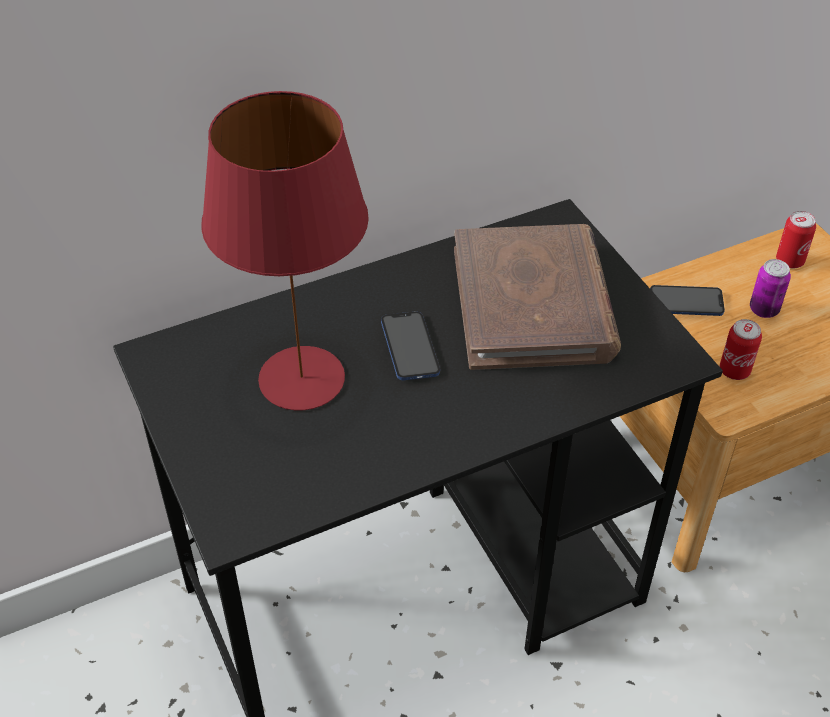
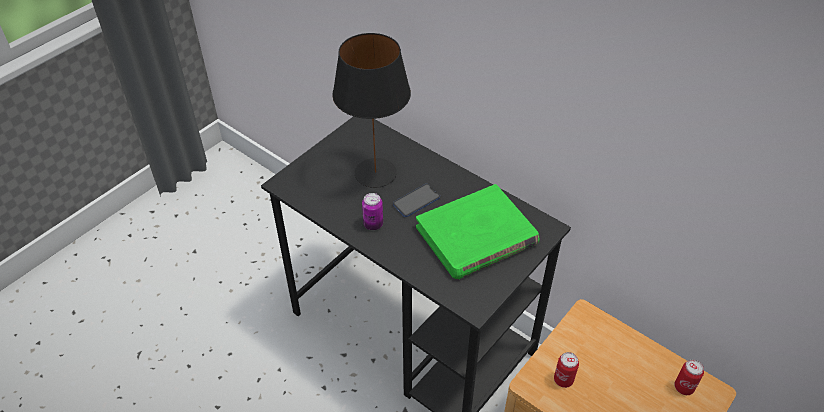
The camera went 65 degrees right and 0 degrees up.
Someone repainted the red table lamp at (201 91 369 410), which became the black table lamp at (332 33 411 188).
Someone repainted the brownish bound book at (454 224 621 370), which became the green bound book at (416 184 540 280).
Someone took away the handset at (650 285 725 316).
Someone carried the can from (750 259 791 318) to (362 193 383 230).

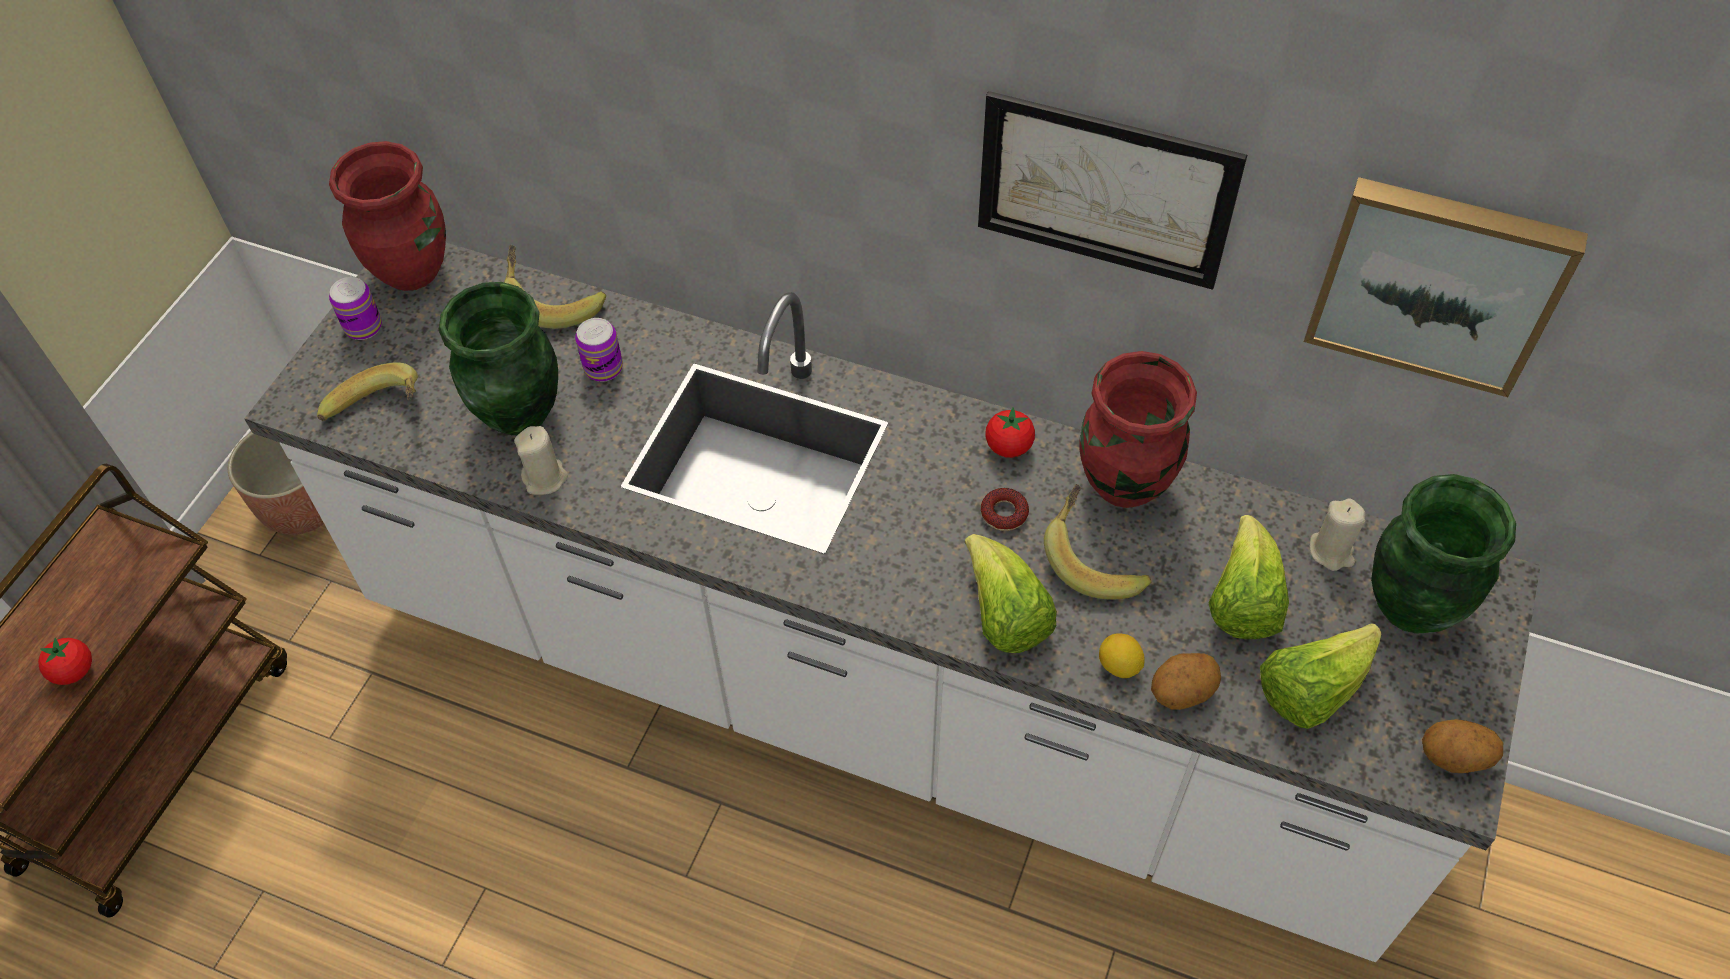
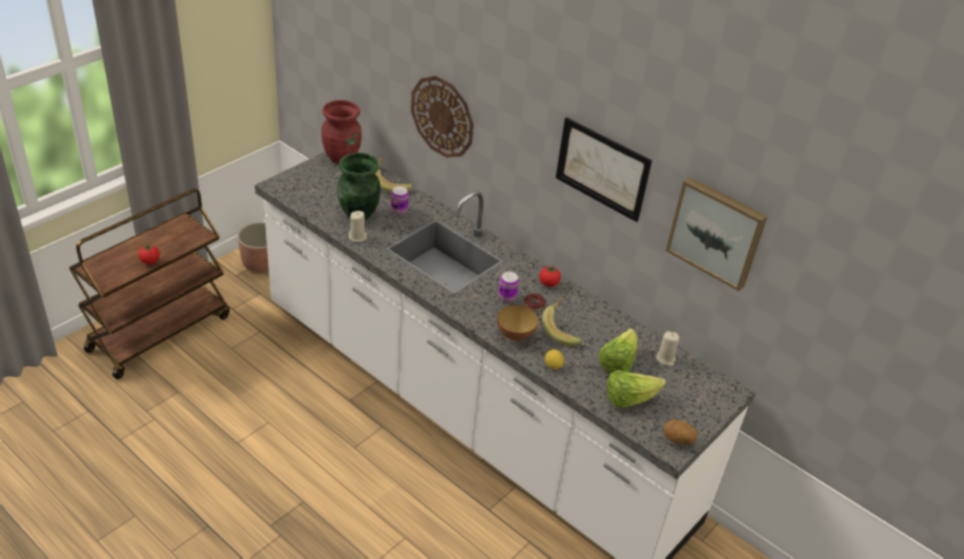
The camera went 15 degrees right and 15 degrees down.
Someone took away the banana fruit at (317 362 418 421).
Someone carried the can from (329 277 382 340) to (498 272 519 302).
Someone swapped the lettuce at (965 534 1057 653) for the serving bowl at (497 305 538 341).
Someone took away the red decorative vase at (1079 351 1197 508).
Someone took away the potato at (1151 653 1221 710).
Someone took away the green decorative vase at (1371 474 1516 634).
Someone put up the hanging clock at (411 76 474 158).

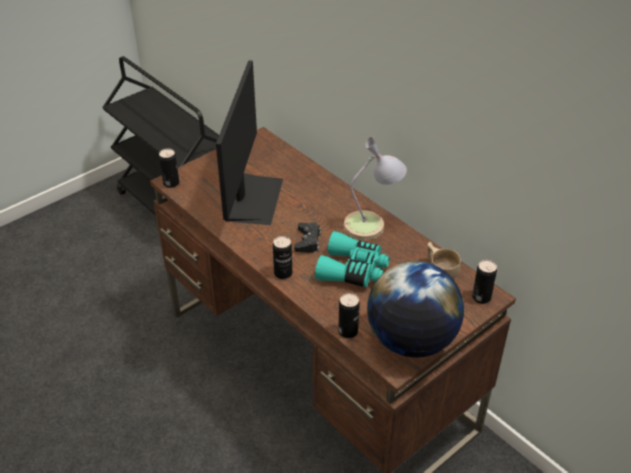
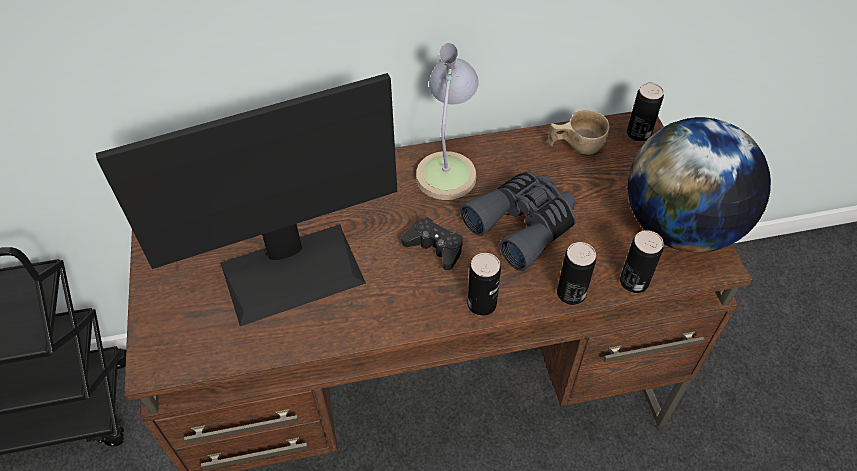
The camera went 60 degrees left and 10 degrees up.
Someone carried the can from (159 149 179 188) to (557 242 596 305).
Someone rotated the monitor at (216 60 283 225) by 120 degrees clockwise.
Someone repainted the turquoise-coloured pair of binoculars at (315 231 390 287), which became the gray pair of binoculars at (460 172 576 271).

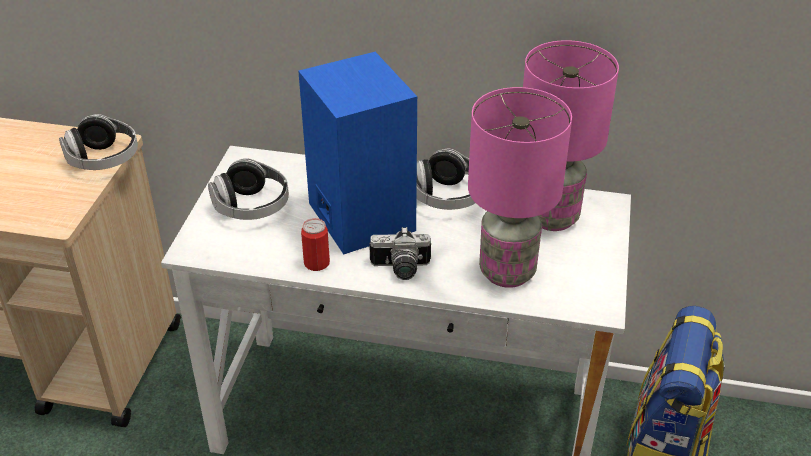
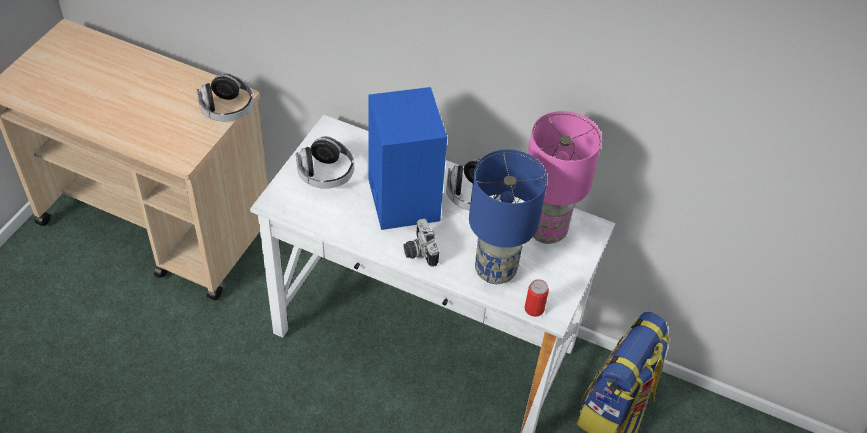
The camera went 10 degrees right and 10 degrees up.
Someone carried the can from (301 218 330 271) to (524 279 549 317).
Someone rotated the still camera at (369 227 431 280) by 60 degrees clockwise.
Someone repainted the pinkish table lamp at (468 87 572 288), which became the blue table lamp at (469 149 547 284).

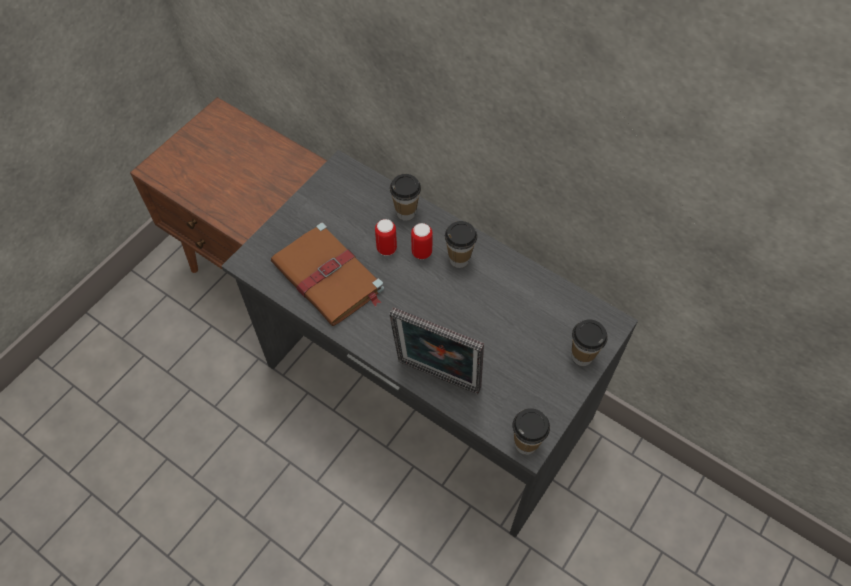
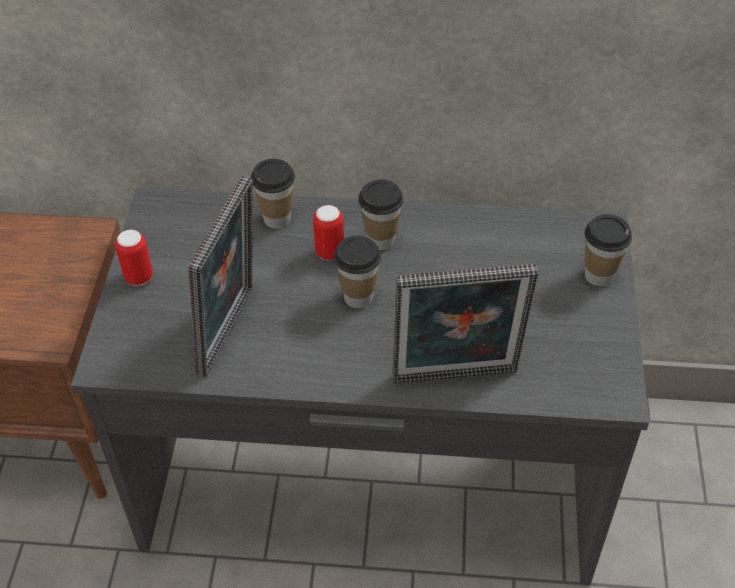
The camera went 30 degrees left and 10 degrees down.
Someone swapped the brownish bound book at (271 223 384 326) for the standing frame at (188 176 253 377).
Someone carried the can from (375 219 397 256) to (115 230 153 286).
Someone carried the cup from (512 408 550 455) to (334 235 381 308).

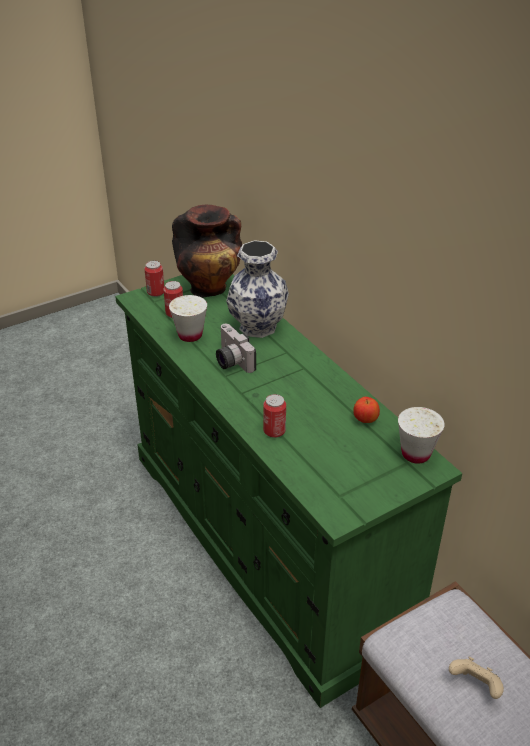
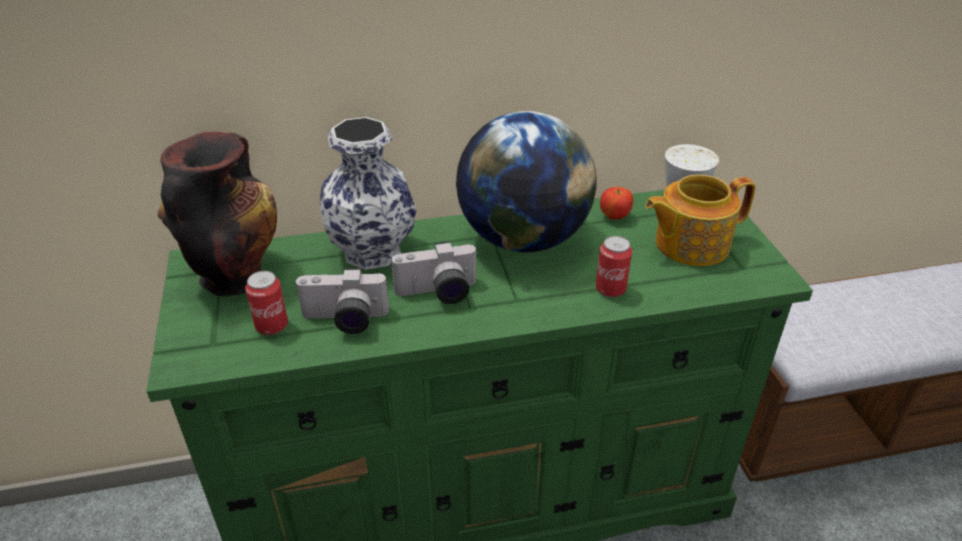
The camera went 70 degrees left and 0 degrees up.
Someone took away the can at (144 261 164 297).
Someone swapped the whitish cup at (169 295 207 342) for the still camera at (294 268 389 334).
Someone took away the sand-coloured joypad at (449 657 504 699).
Someone put down the globe at (456 111 597 253).
Someone put down the teapot at (645 174 756 266).

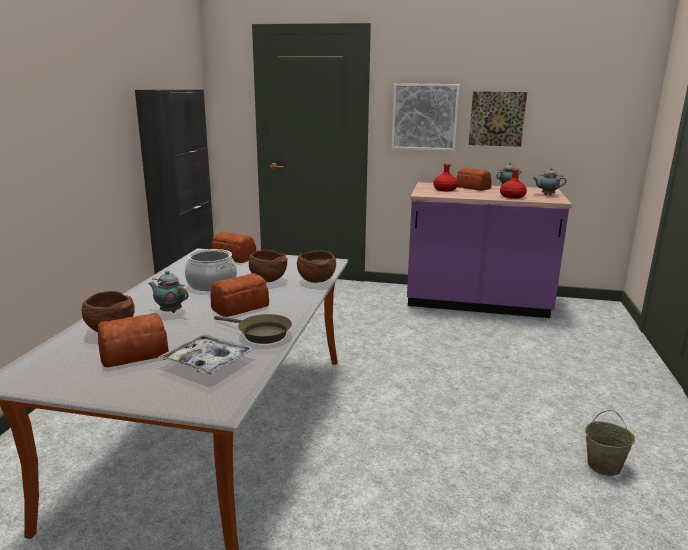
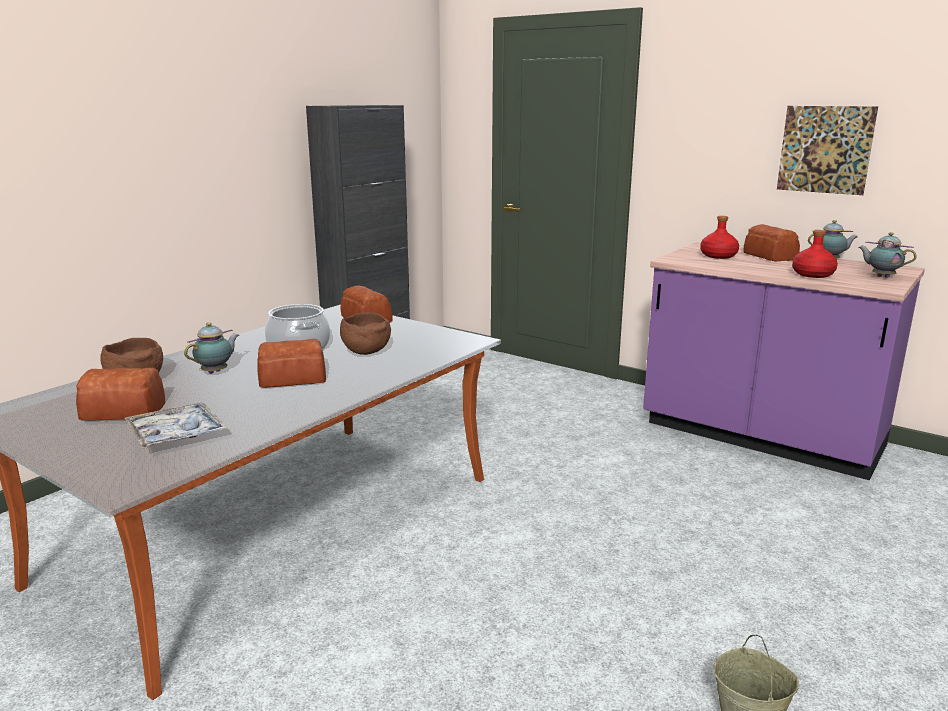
The camera went 25 degrees right and 0 degrees up.
Someone rotated the teapot at (148 271 189 313) by 75 degrees clockwise.
Someone took away the brownish skillet at (214 314 292 344).
Someone took away the brownish serving bowl at (297 250 336 283).
Someone took away the wall art at (392 83 460 151).

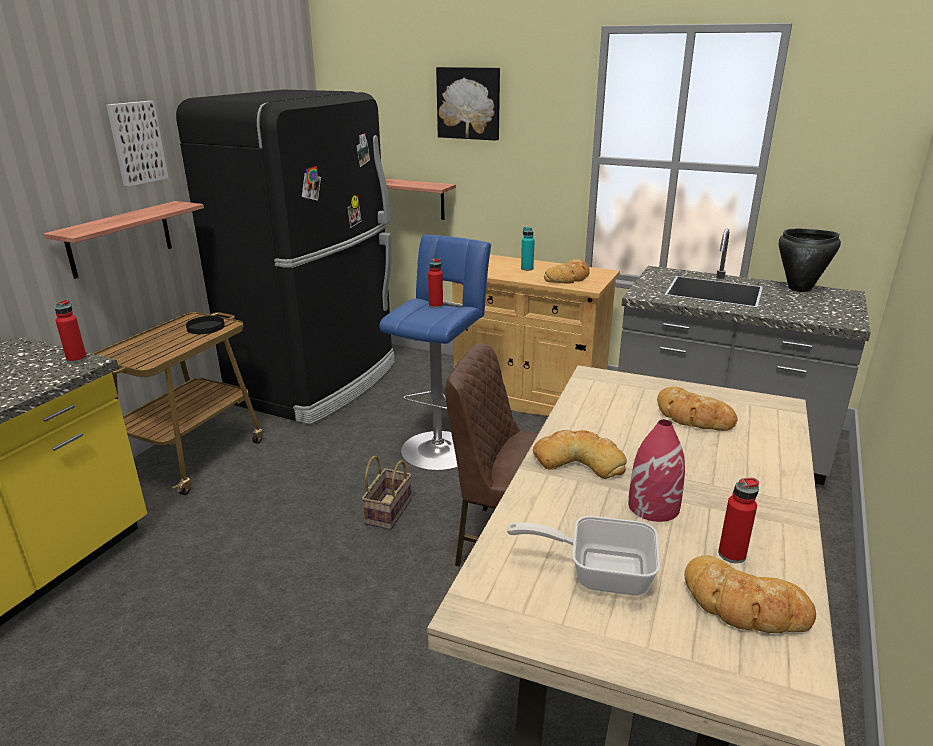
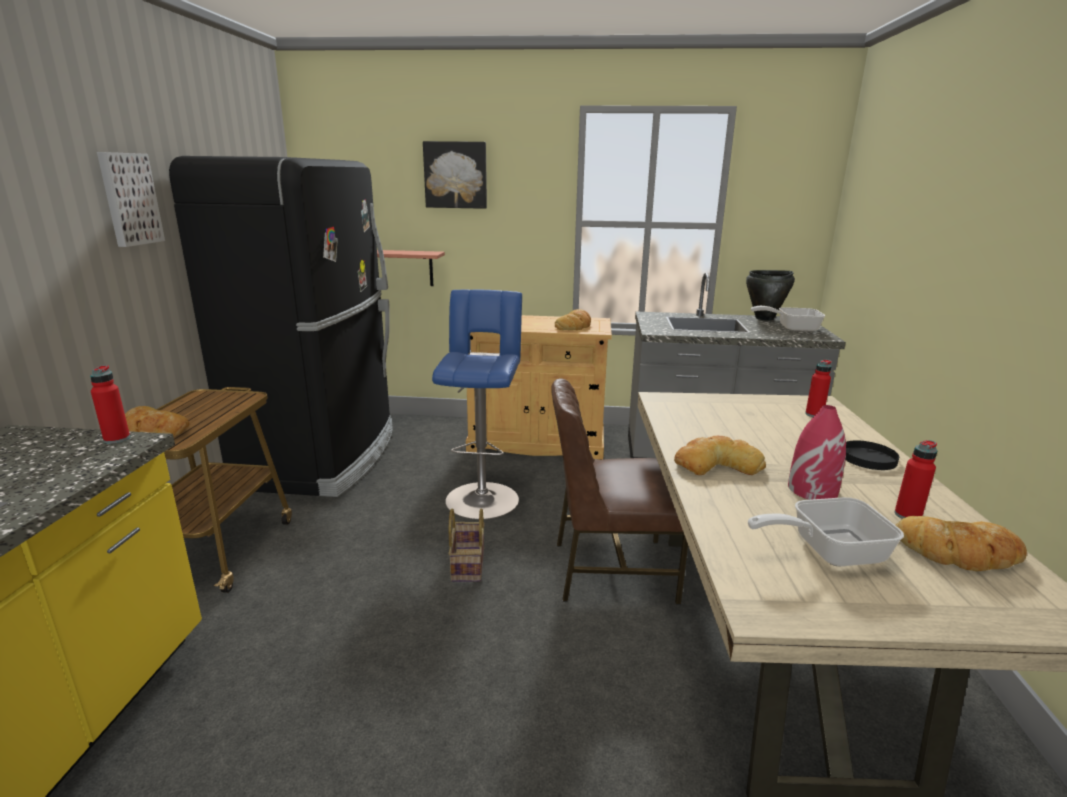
The camera went 20 degrees left and 5 degrees down.
Someone took away the wall shelf at (43 201 204 279).
Someone carried the black flat dish from (186 316 225 334) to (845 440 899 470).
Someone carried the red beverage bottle from (428 258 443 308) to (805 360 832 417).
Someone took away the turquoise-coloured beverage bottle at (521 227 535 271).
Someone carried the baked bread from (657 386 738 431) to (125 406 189 437).
Someone put down the skillet at (751 306 826 332).

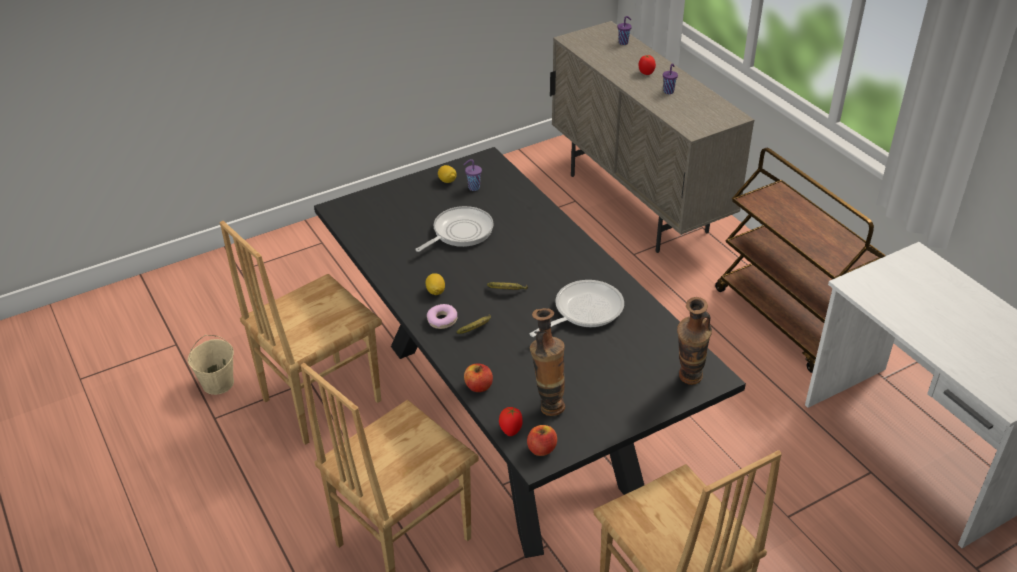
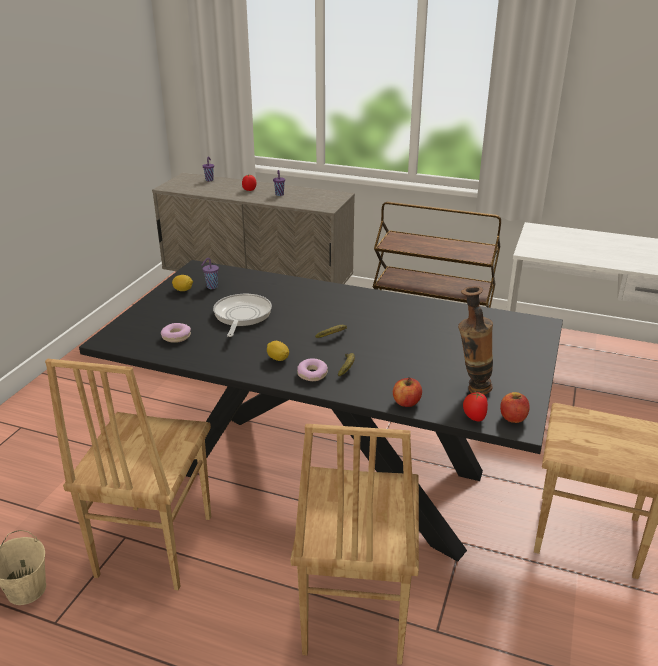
The camera went 40 degrees left and 10 degrees down.
Someone took away the skillet at (529 280 624 337).
Someone took away the decorative vase at (677 297 712 385).
Someone put down the donut at (161 323 191 343).

